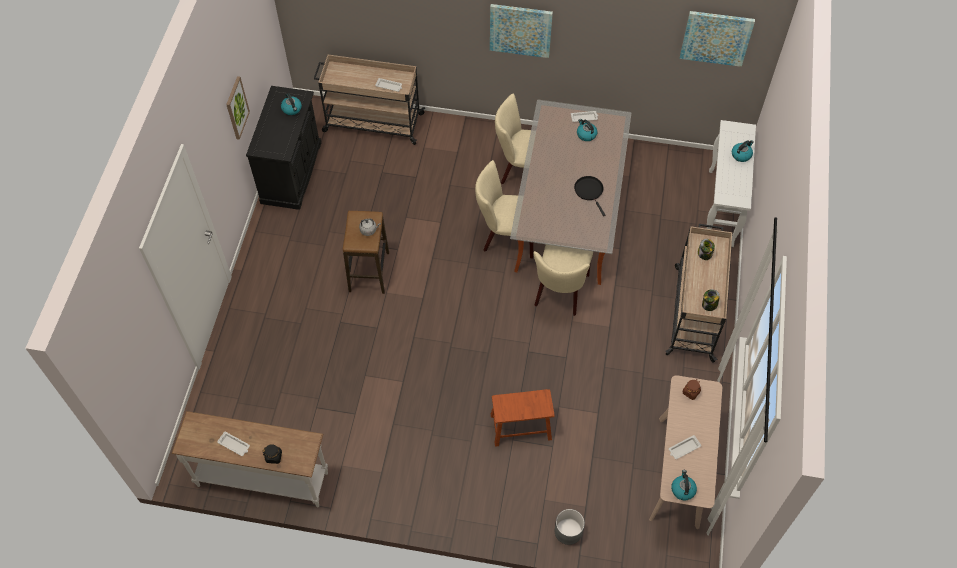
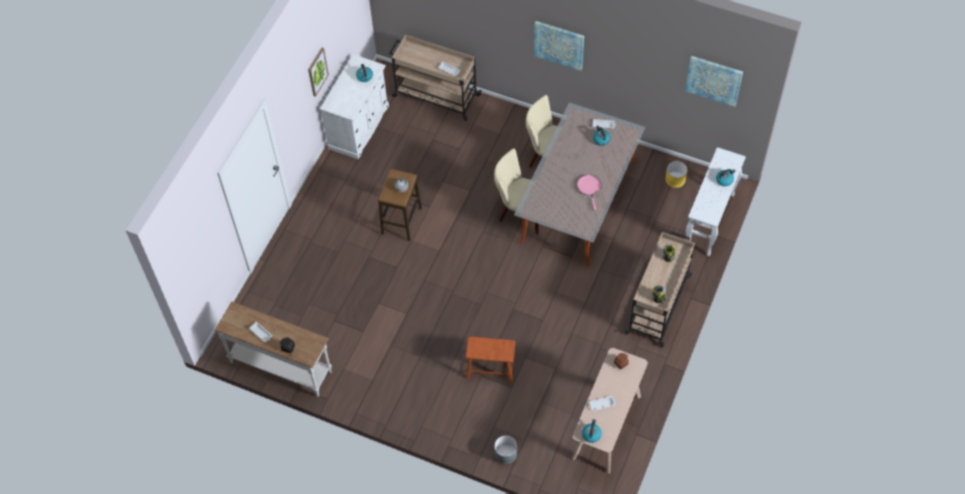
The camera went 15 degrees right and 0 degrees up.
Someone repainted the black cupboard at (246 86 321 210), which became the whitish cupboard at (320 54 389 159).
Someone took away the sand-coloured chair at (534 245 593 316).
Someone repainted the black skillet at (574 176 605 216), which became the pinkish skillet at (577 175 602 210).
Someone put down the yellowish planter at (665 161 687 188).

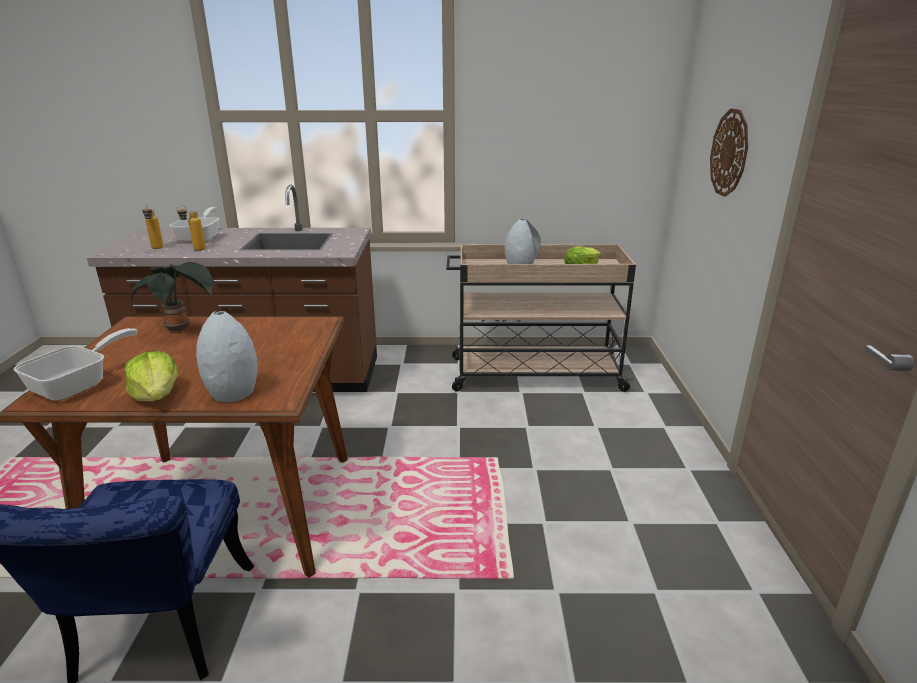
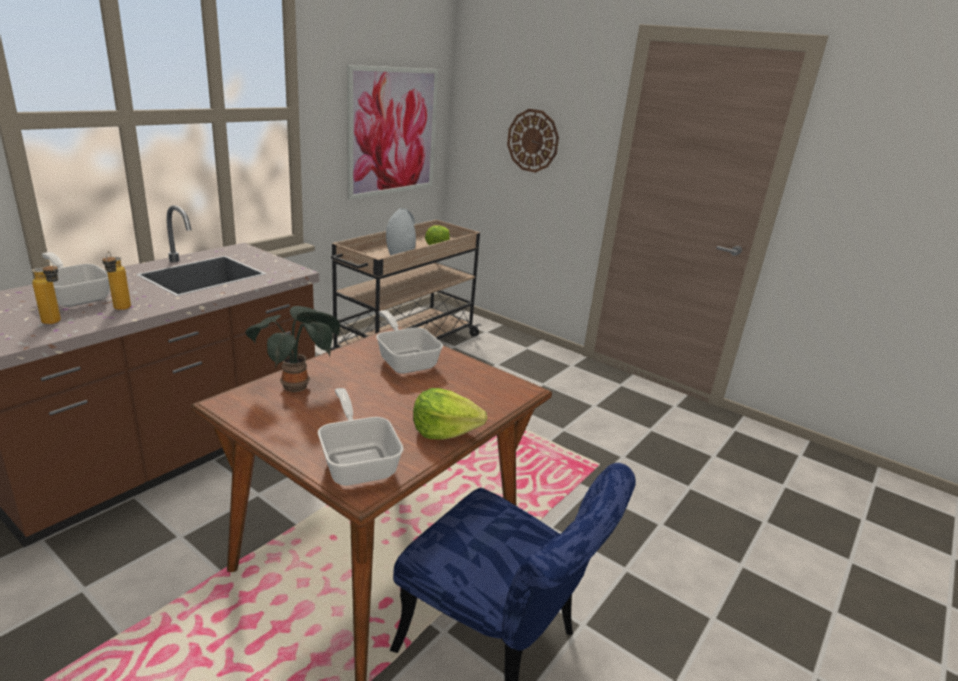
The camera went 55 degrees left and 0 degrees up.
Someone took away the gray decorative vase at (196 311 257 402).
Someone put up the wall art at (347 65 438 200).
Someone put down the skillet at (376 310 443 374).

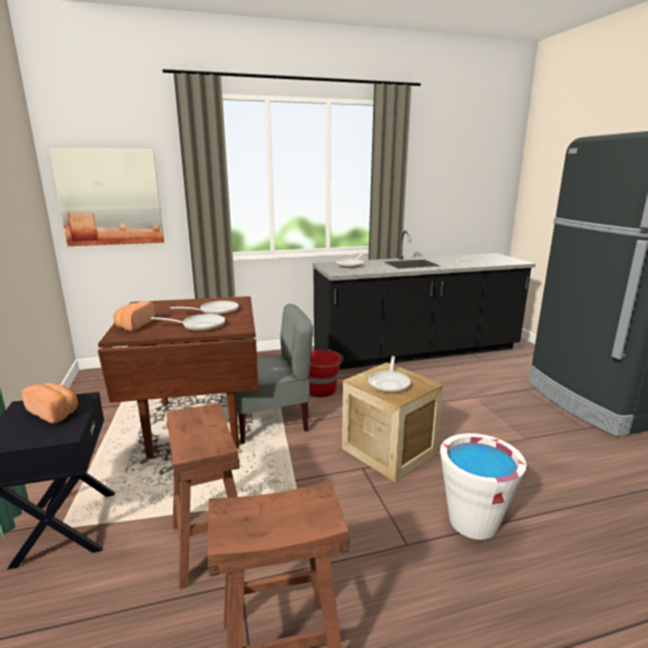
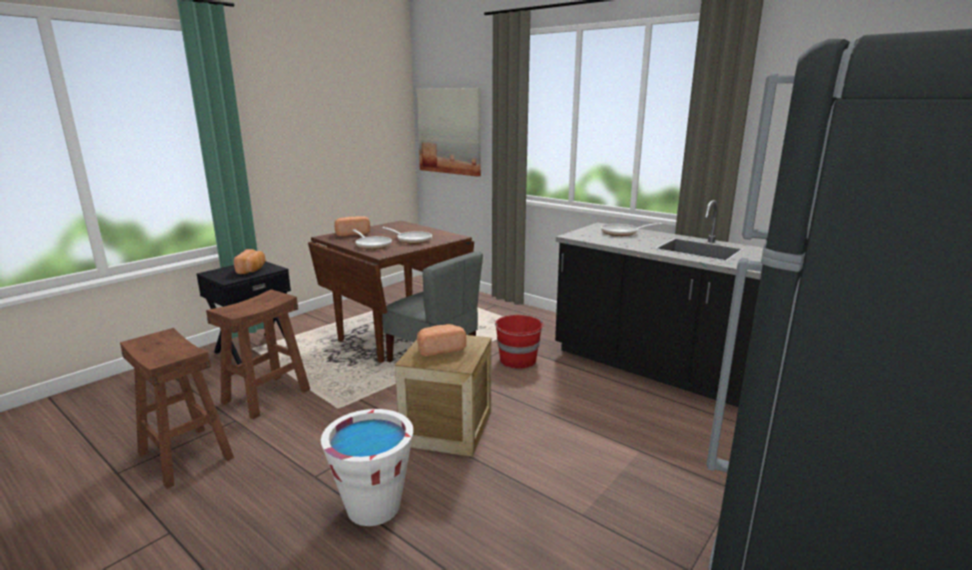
The camera went 55 degrees right and 0 degrees up.
Someone swapped the skillet at (368 356 411 393) for the baked bread at (417 324 466 356).

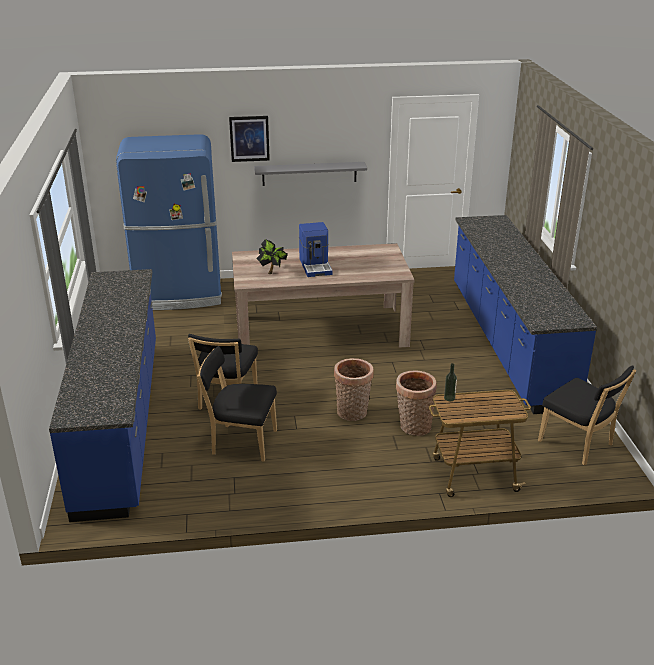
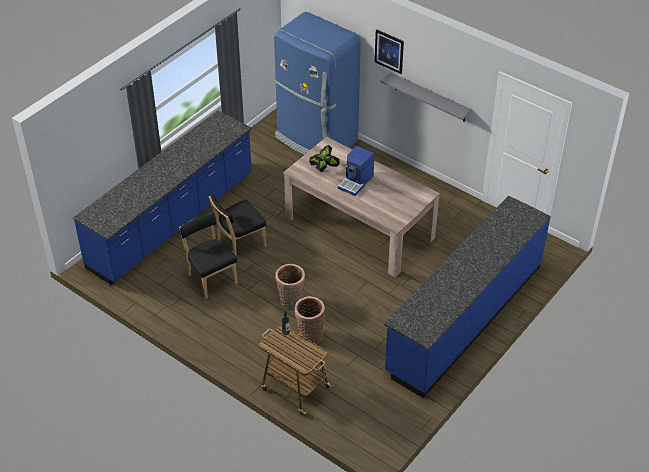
The camera went 45 degrees right and 15 degrees up.
Someone took away the black chair at (538 365 636 465).

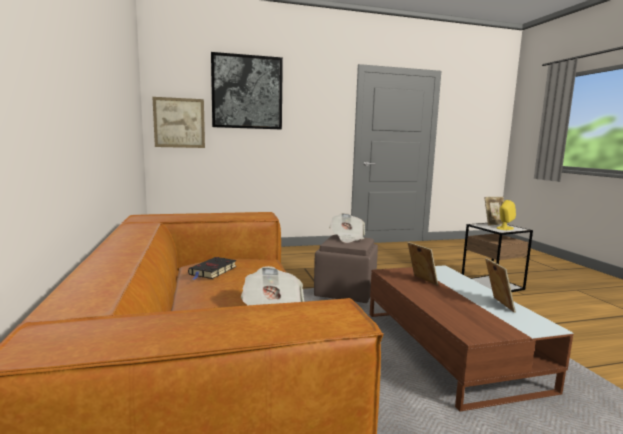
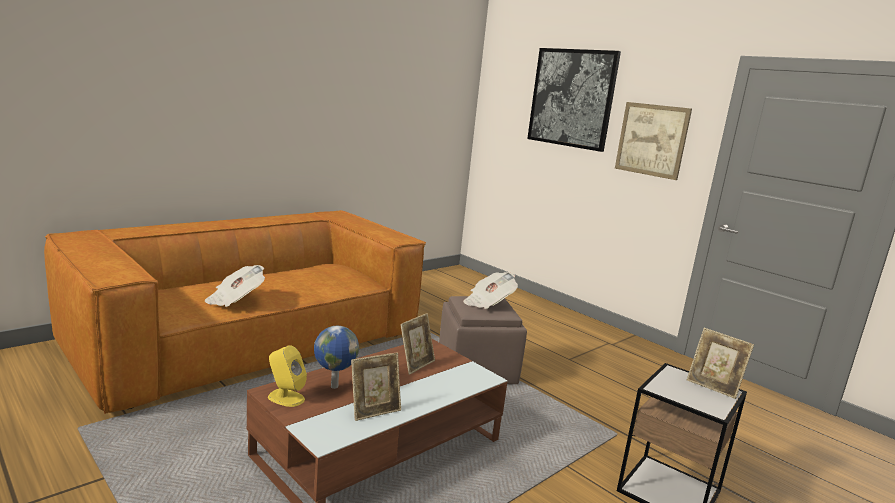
The camera went 60 degrees right and 5 degrees up.
Someone carried the wall art from (153 97 205 148) to (615 102 692 180).
Someone took away the black bound book at (188 257 237 280).
Someone carried the yellowish audio speaker from (497 200 516 230) to (268 345 307 407).
Someone put down the globe at (314 326 359 389).

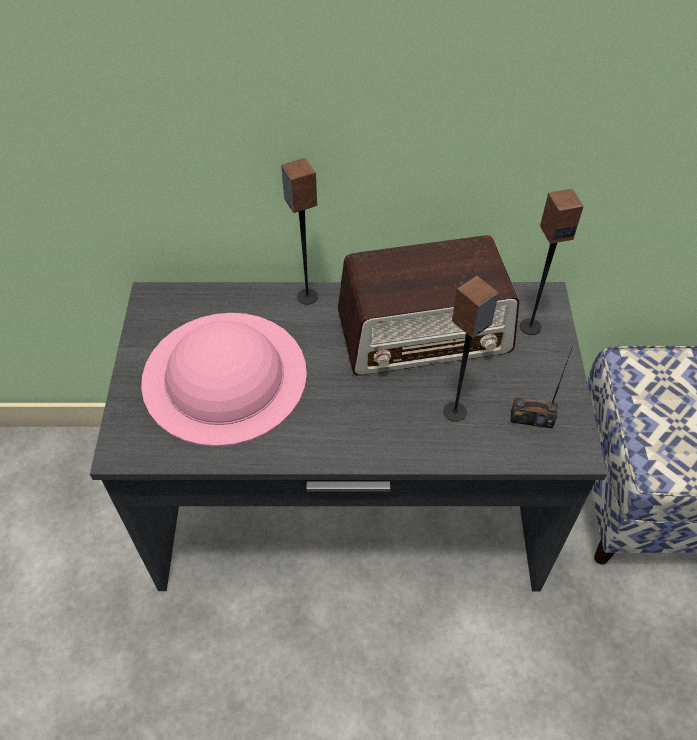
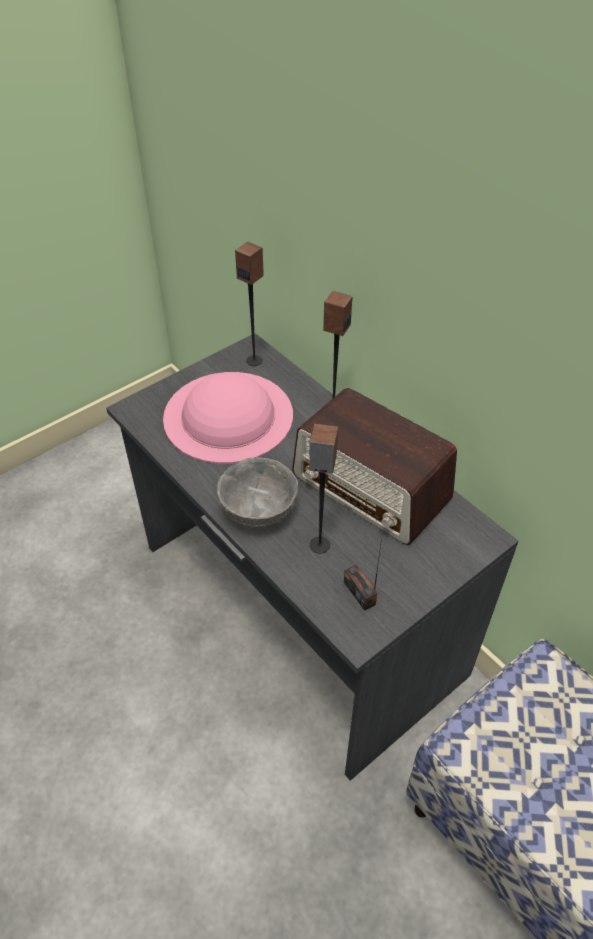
The camera went 50 degrees right and 5 degrees down.
Someone carried the audio speaker from (520 189 583 335) to (235 242 264 366).
Someone put down the gray serving bowl at (217 457 298 528).

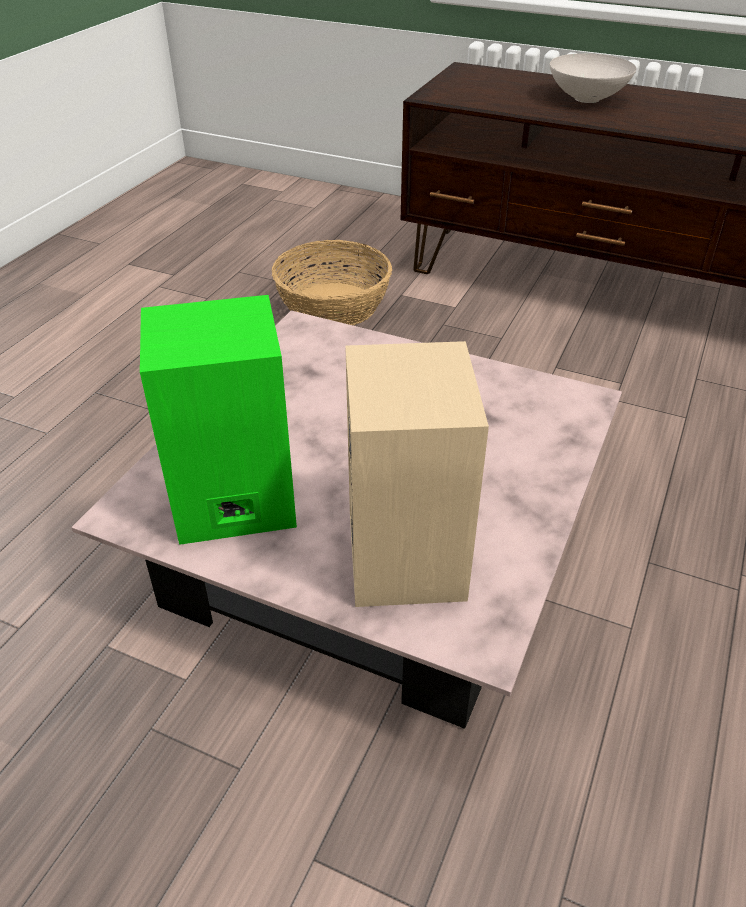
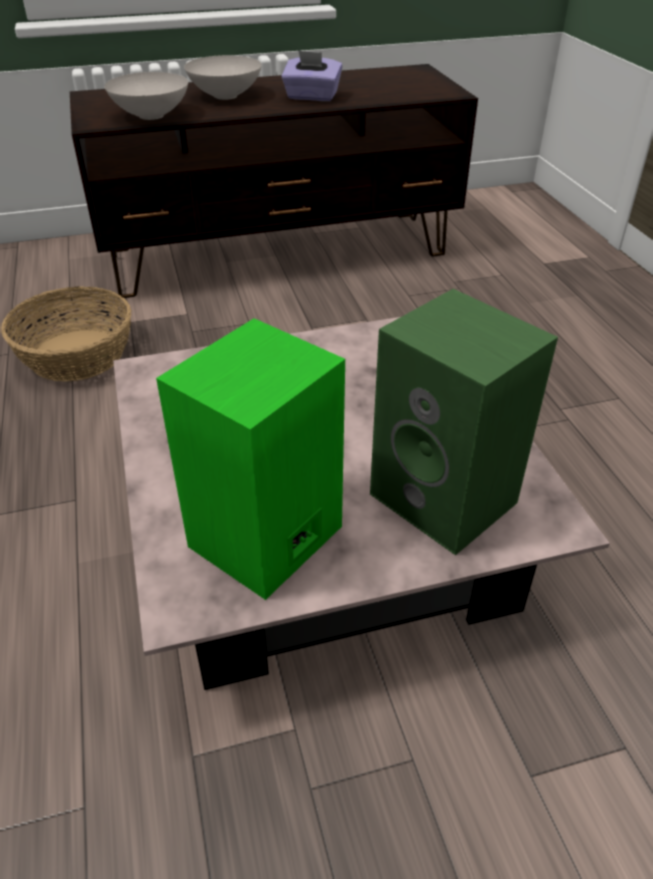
The camera went 40 degrees left and 0 degrees up.
Someone repainted the sand-coloured audio speaker at (345 341 489 607), which became the green audio speaker at (370 289 558 555).
Someone put down the whitish serving bowl at (104 72 188 120).
Someone put down the purple-coloured box of tissues at (281 50 342 101).

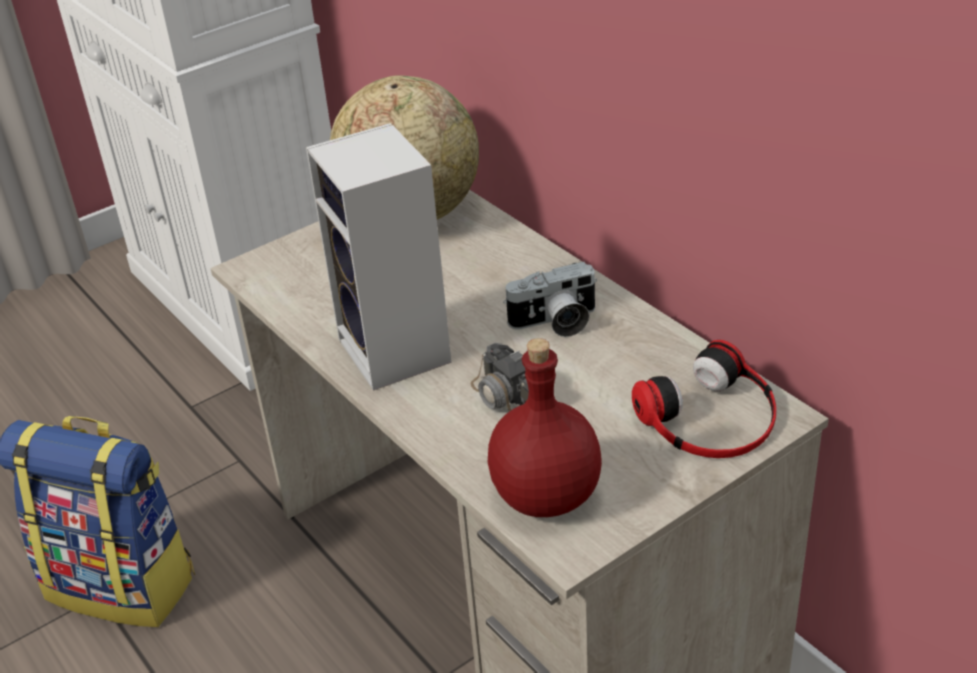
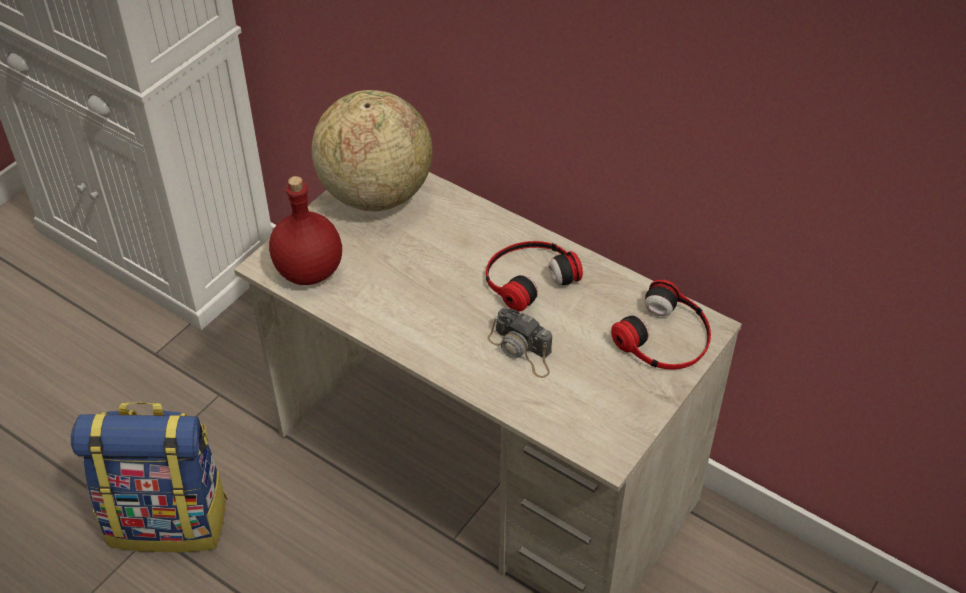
The camera went 20 degrees left and 10 degrees up.
Someone took away the audio speaker at (306 123 452 391).
Someone carried the red beverage bottle from (488 338 602 517) to (269 176 342 285).
Someone swapped the still camera at (503 262 597 337) for the headset at (486 241 583 312).

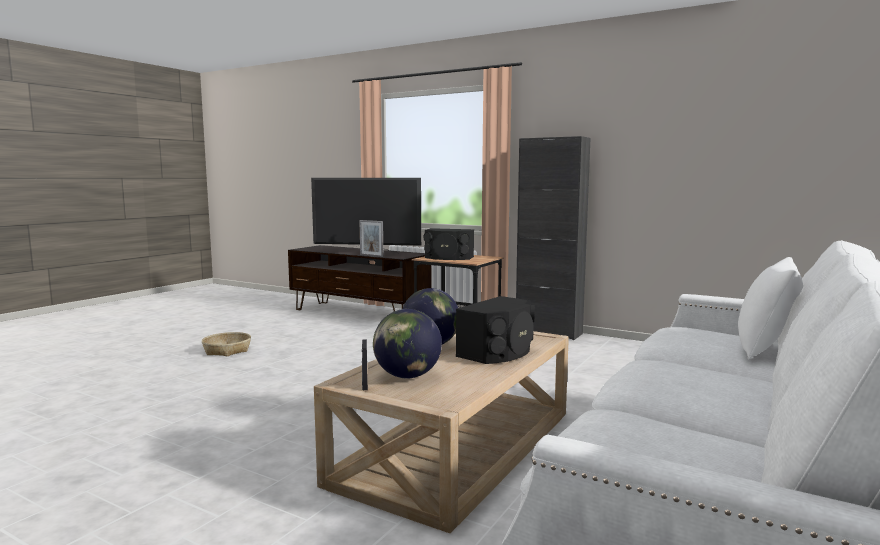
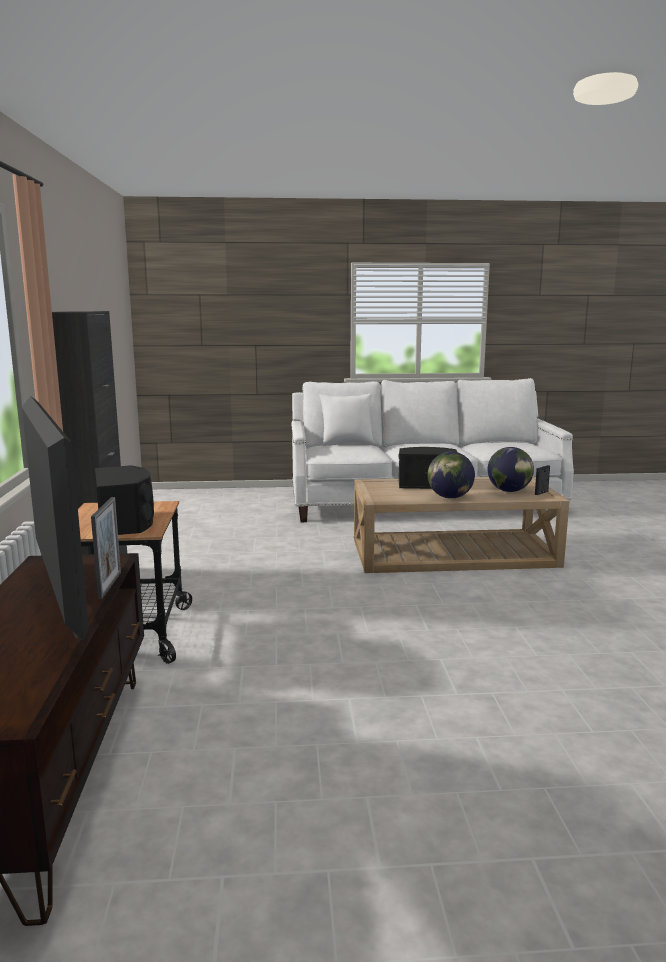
The camera went 125 degrees left and 5 degrees up.
Someone took away the household basket at (202 332 251 356).

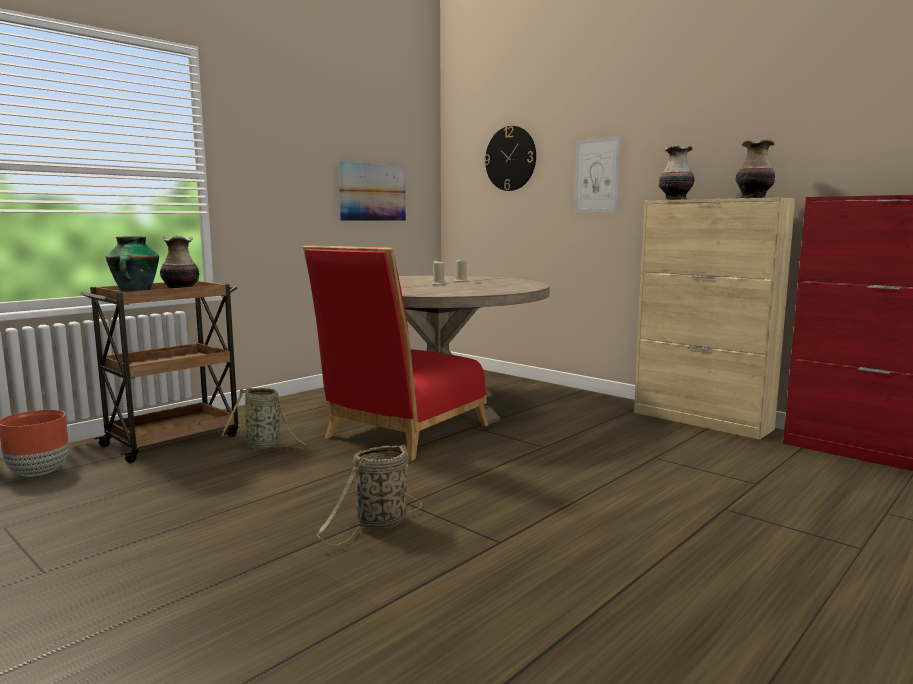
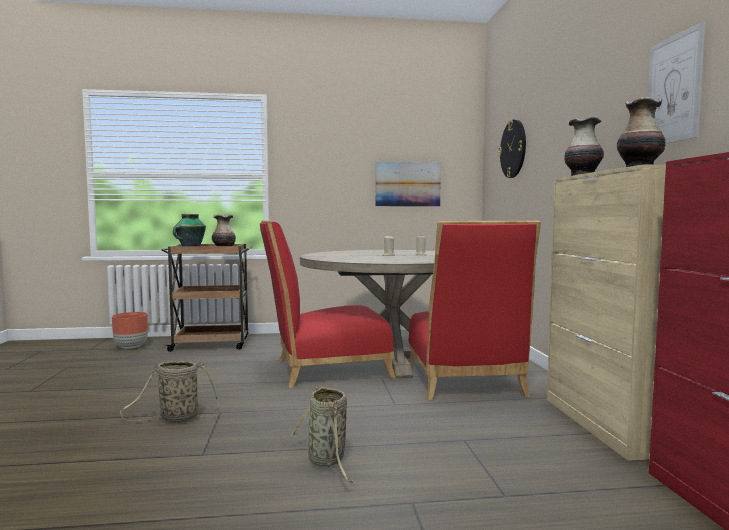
The camera went 40 degrees right and 5 degrees down.
Someone carried the household basket from (221 388 308 449) to (290 386 354 483).
Someone carried the wall art from (574 136 621 213) to (648 21 706 144).
Someone put down the red chair at (408 221 541 400).

